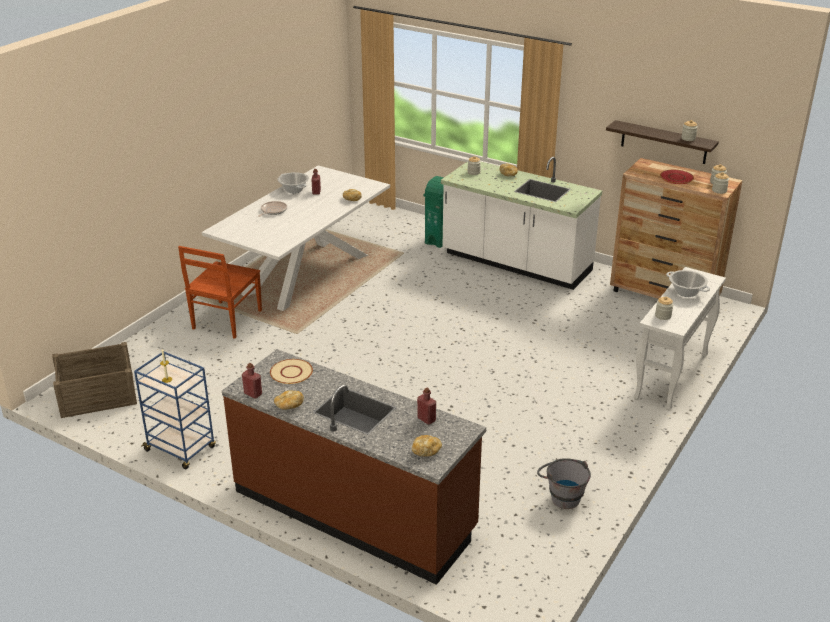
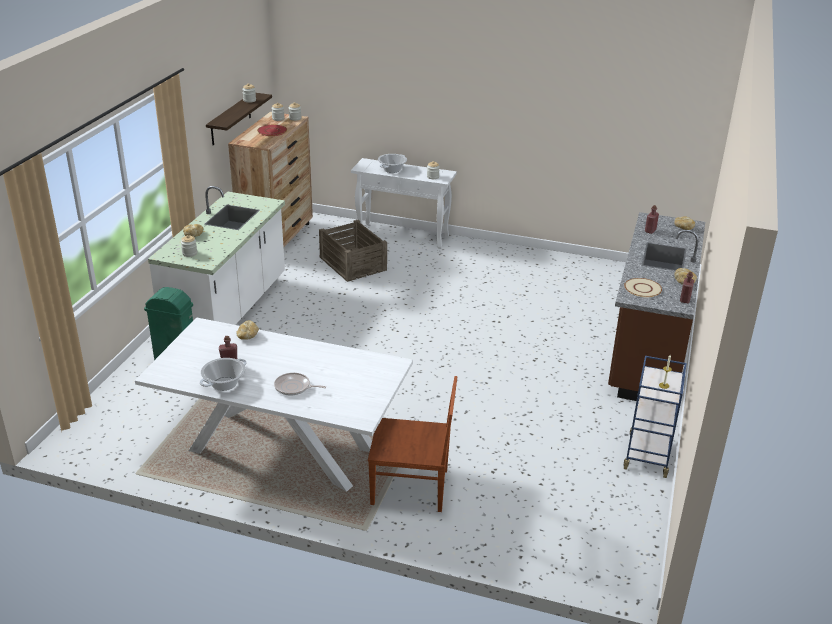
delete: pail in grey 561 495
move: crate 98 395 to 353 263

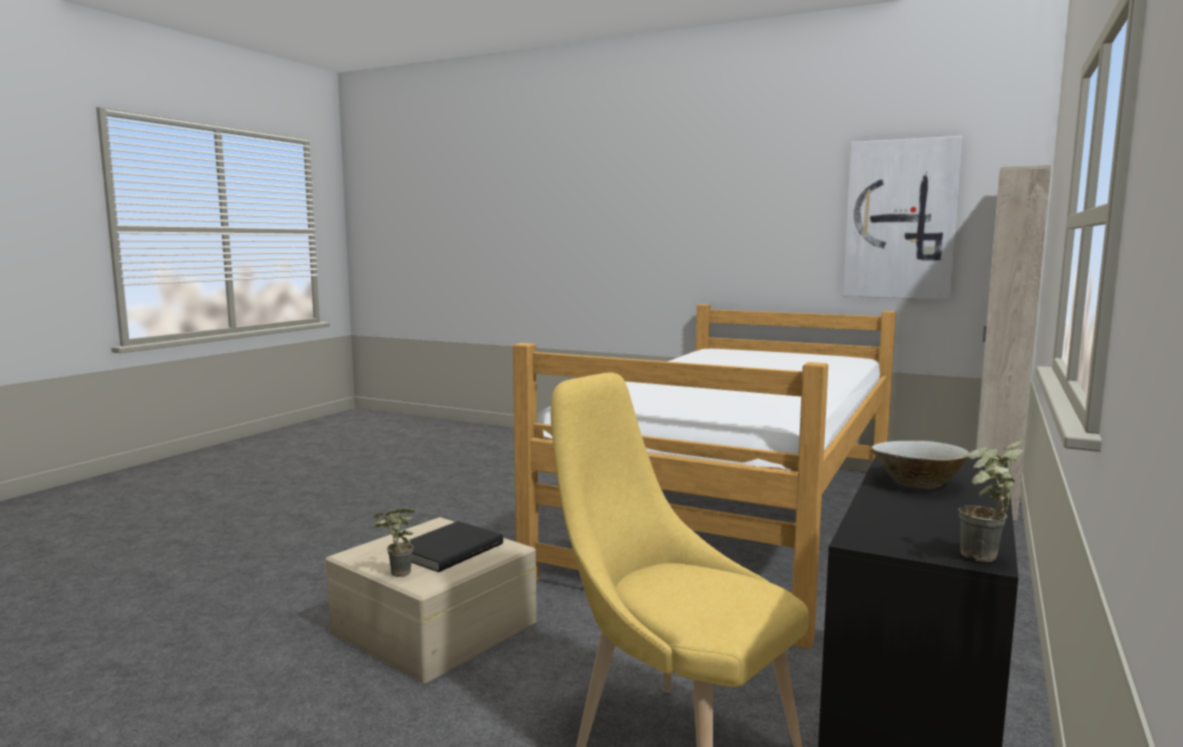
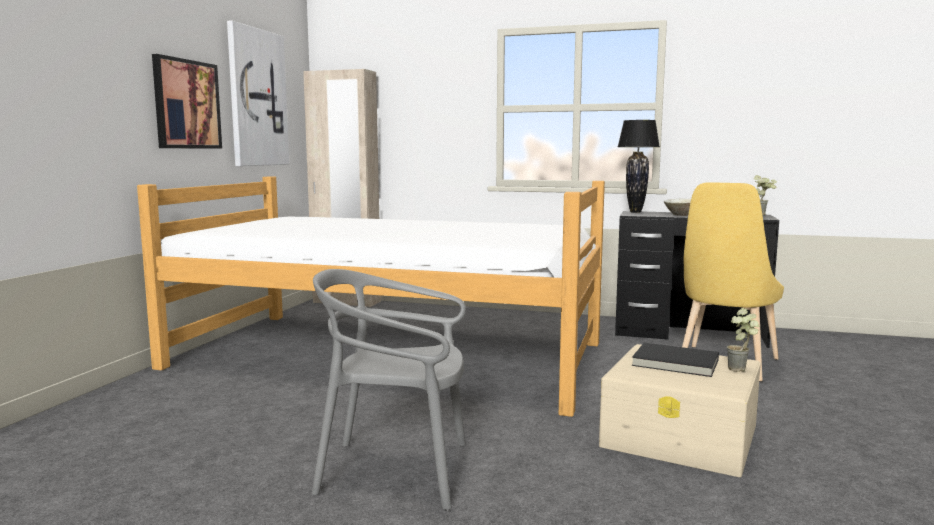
insert: wall art 186 104; chair in grey 396 471; tabletop lamp in blackish 635 212

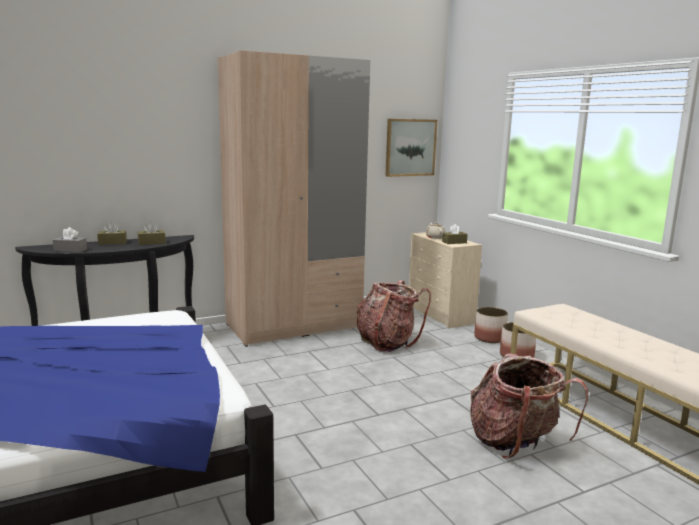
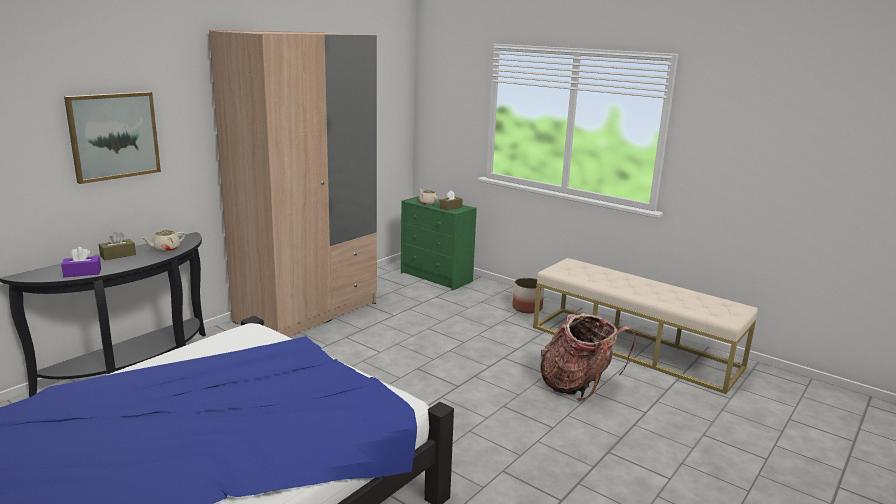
delete: rucksack 387 342; planter 490 338
move: wall art 410 147 to 113 136
replace: tissue box in brownish 151 242 to tea pot in beige-coloured 165 249
recolor: tissue box in grey 70 250 to tissue box in purplish 82 273; chest of drawers in beige-coloured 441 315 to chest of drawers in greenish 437 277

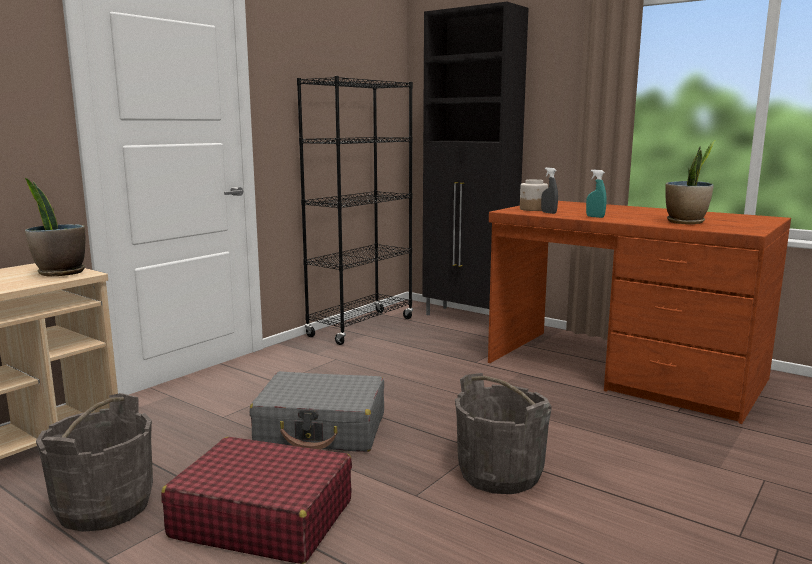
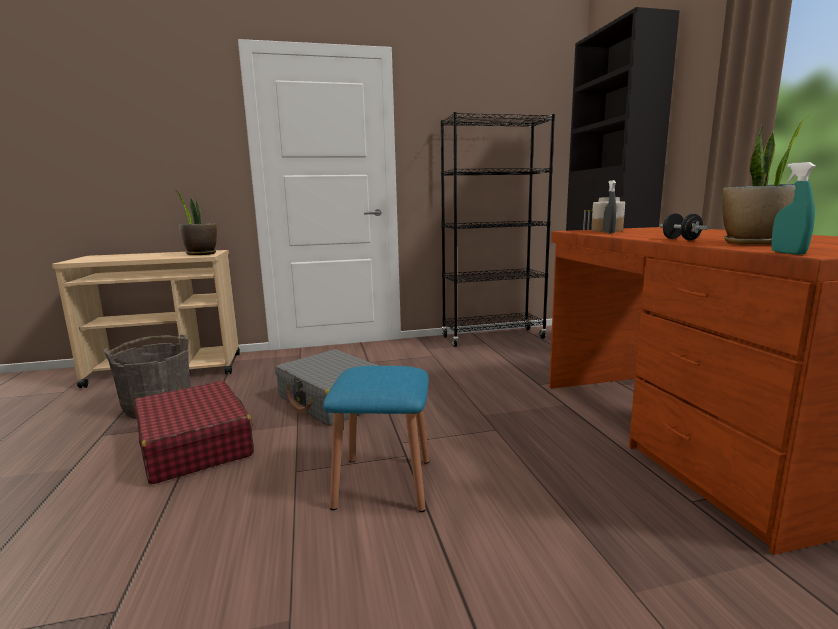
insert: free weight in blackish 681 239
move: sprayer in turquoise-coloured 595 217 to 788 253
replace: pail in grey 500 473 to sitting stool in bluish 383 483

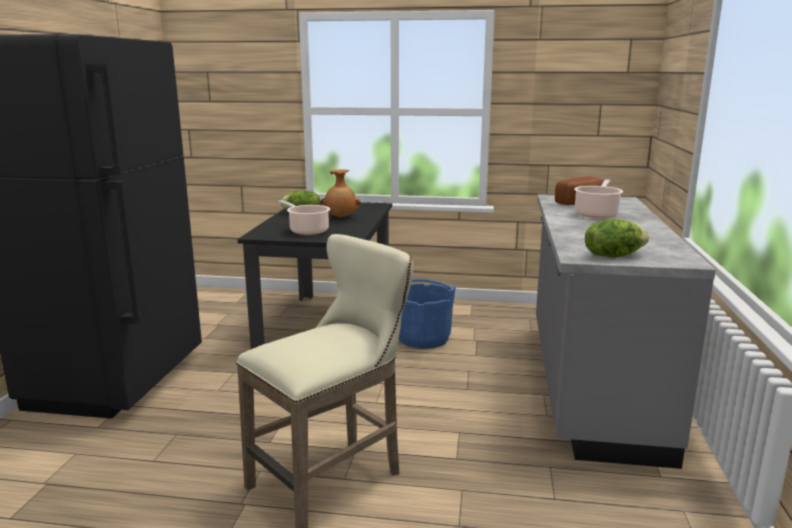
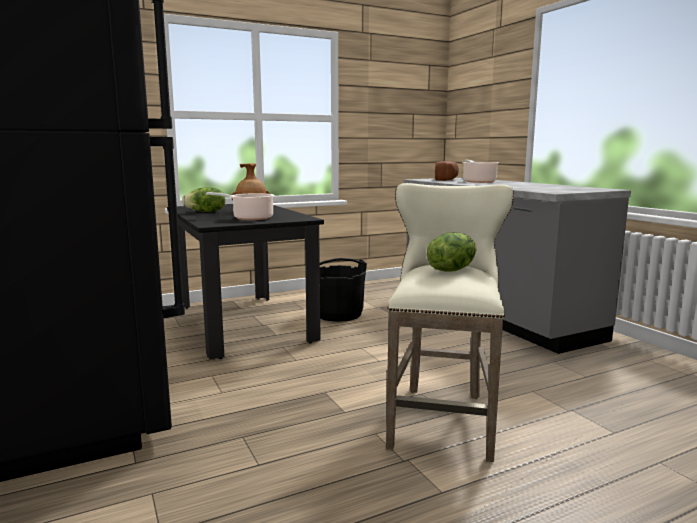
move: head of lettuce 613 255 to 451 270
recolor: pail in bluish 423 338 to pail in blackish 338 314

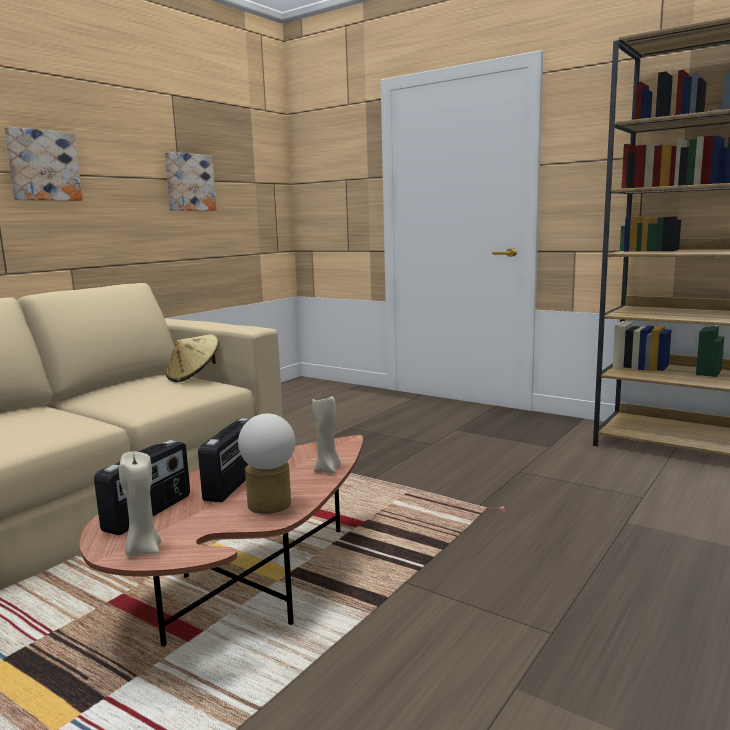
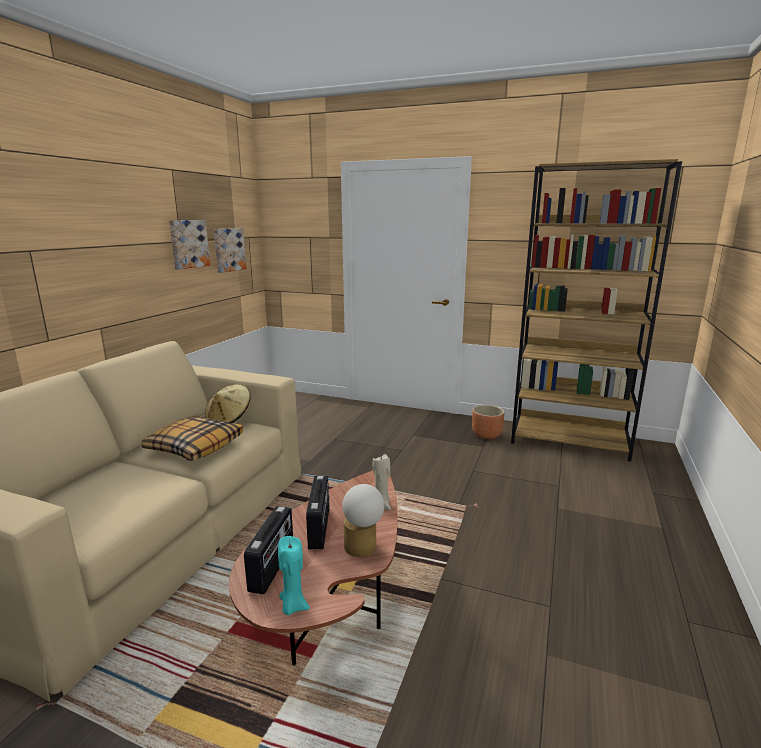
insert: cushion 195 446; planter in brownish 486 435
move: wall art 43 166 to 228 249
recolor: candle in beige-coloured 143 550 to candle in turquoise-coloured 293 606

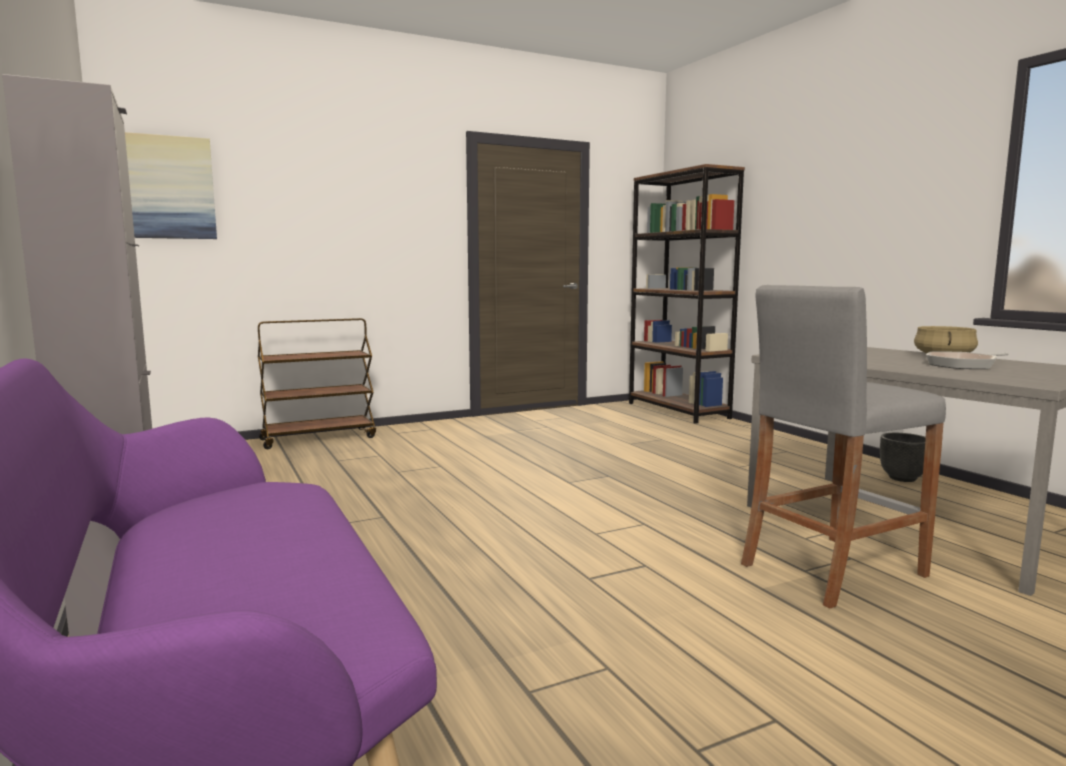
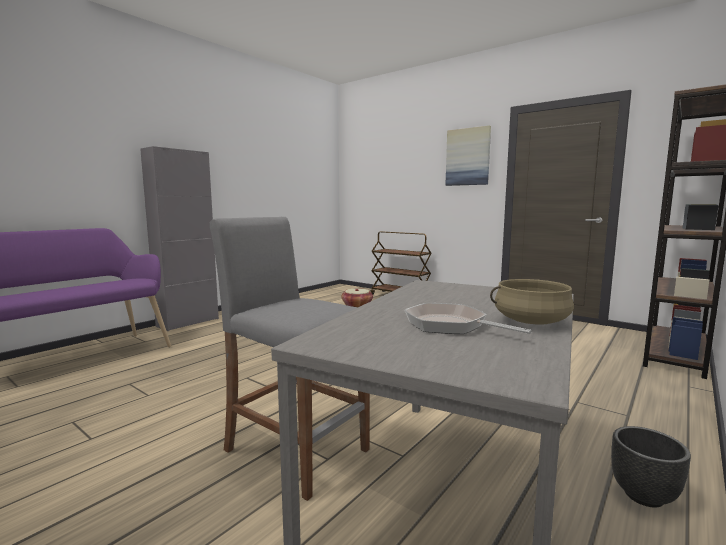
insert: household basket 357 306
move: wall art 169 188 to 468 157

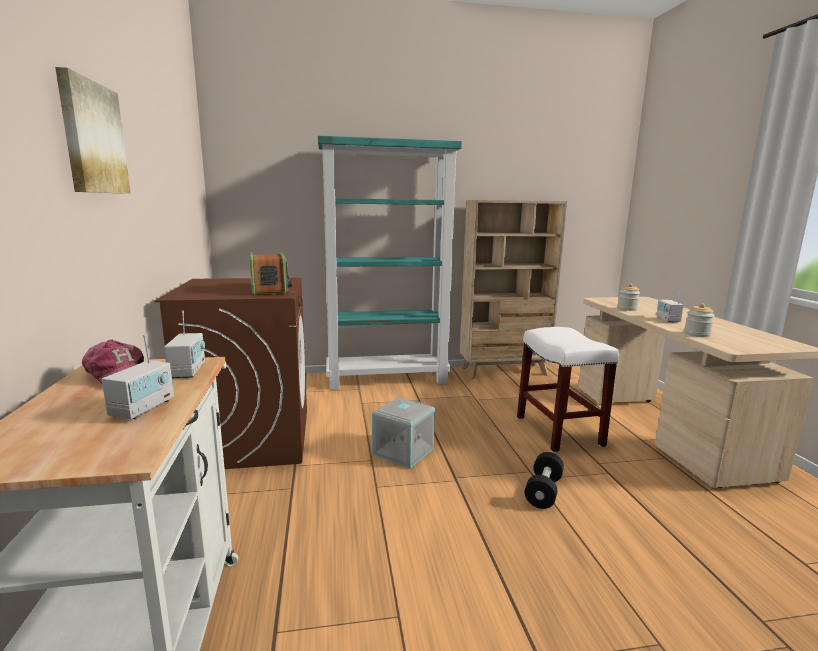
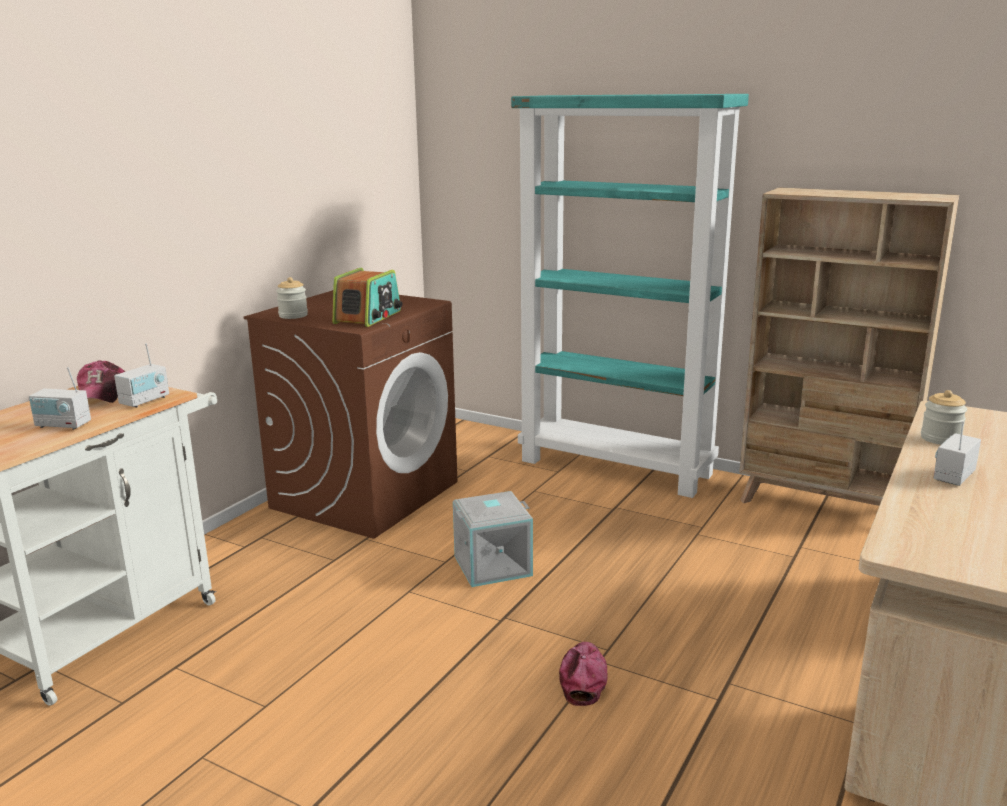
delete: wall art 92 138; sitting stool in whitish 557 431
move: storage jar 696 334 to 293 315
replace: free weight in blackish 543 491 to cap 583 678
rotate: radio 143 408 = 63 425 45 degrees clockwise

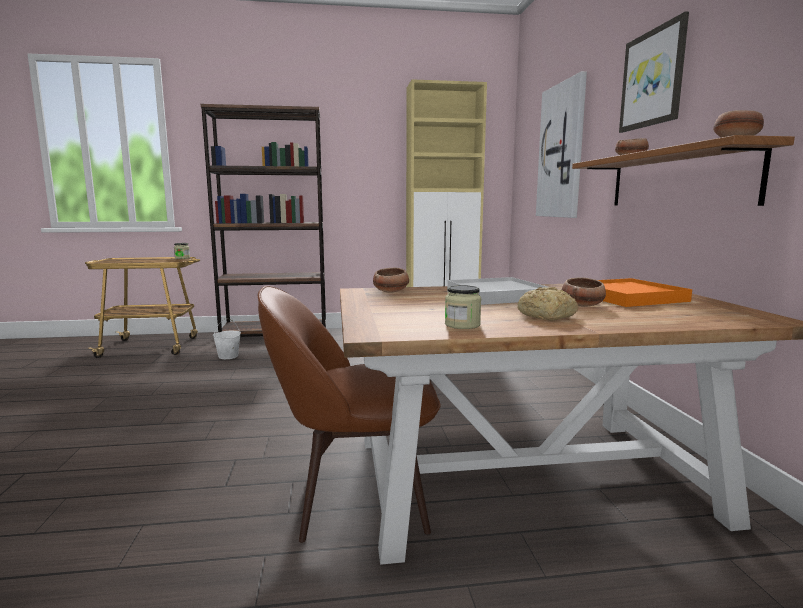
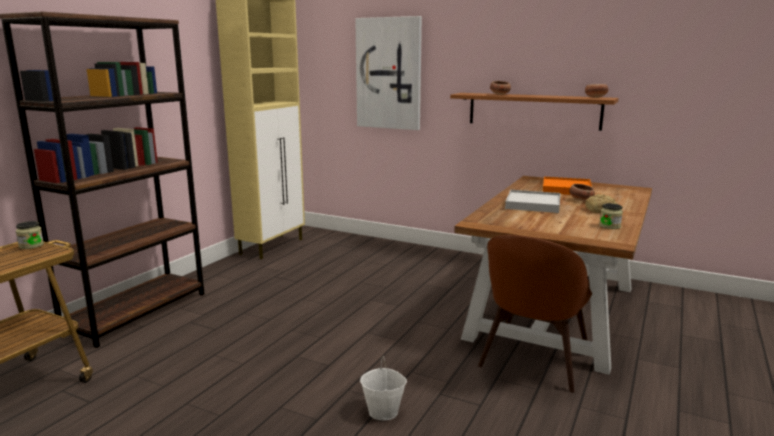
delete: bowl 391 291; wall art 653 78
move: pail in whitish 228 356 to 383 411

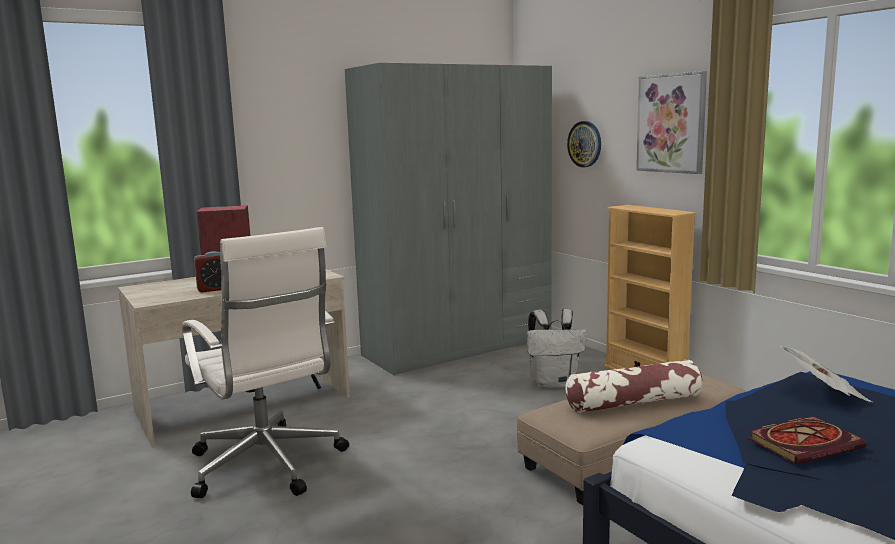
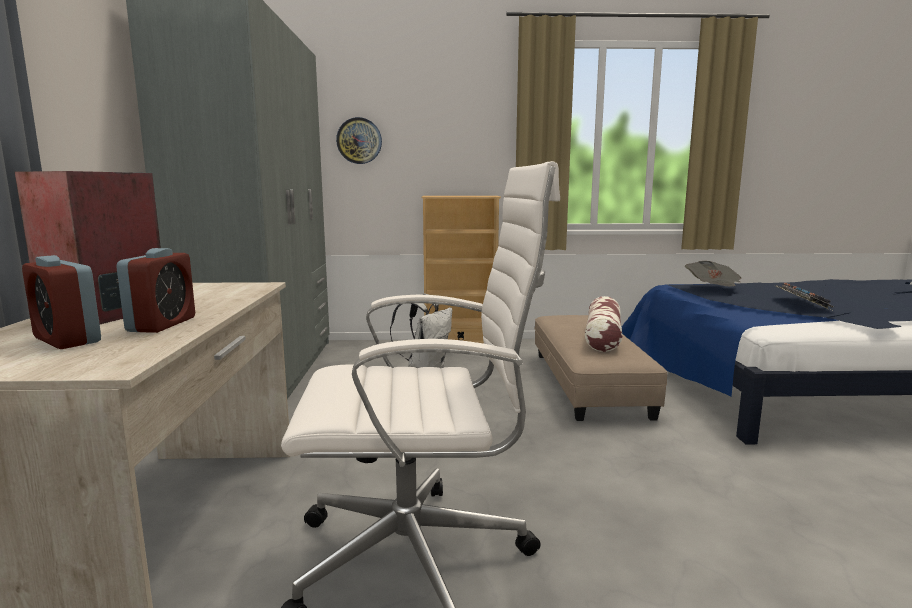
delete: wall art 671 123
insert: alarm clock 67 340
replace: bound book 805 443 to PC keyboard 799 303

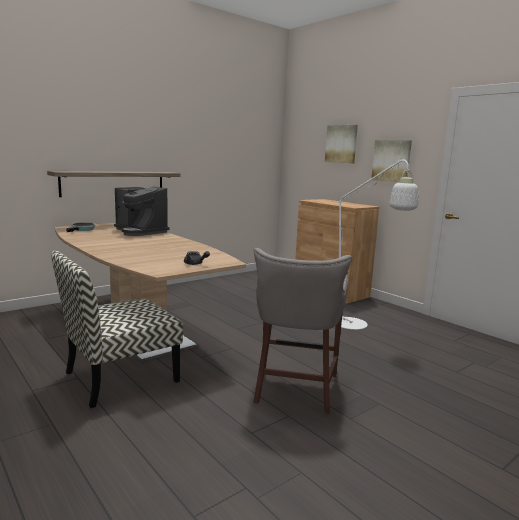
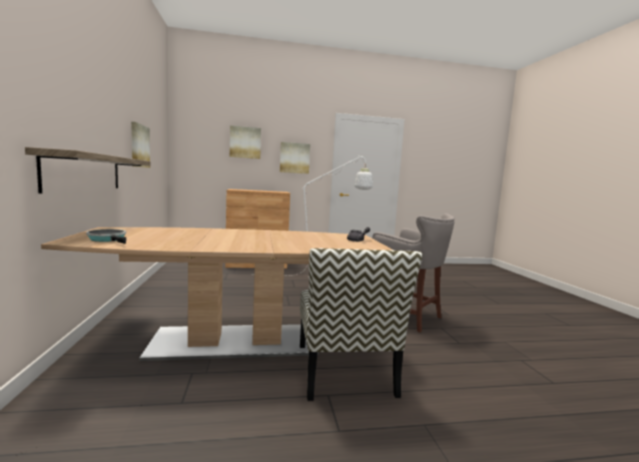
delete: coffee machine 140 231
insert: wall art 139 146

